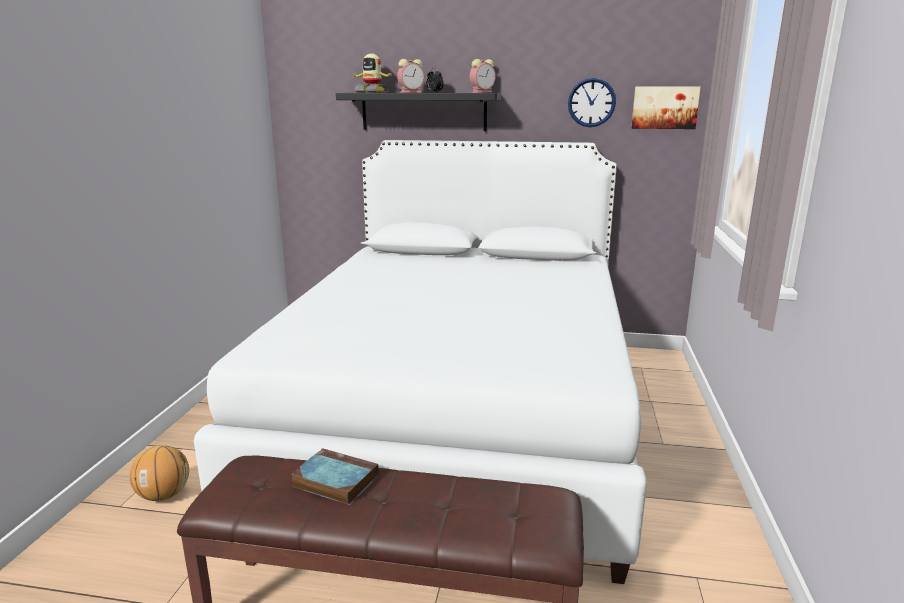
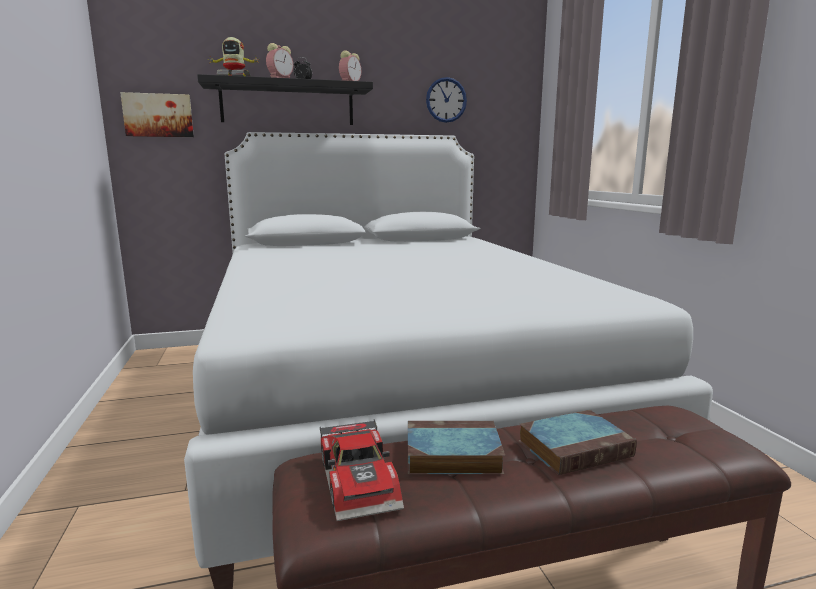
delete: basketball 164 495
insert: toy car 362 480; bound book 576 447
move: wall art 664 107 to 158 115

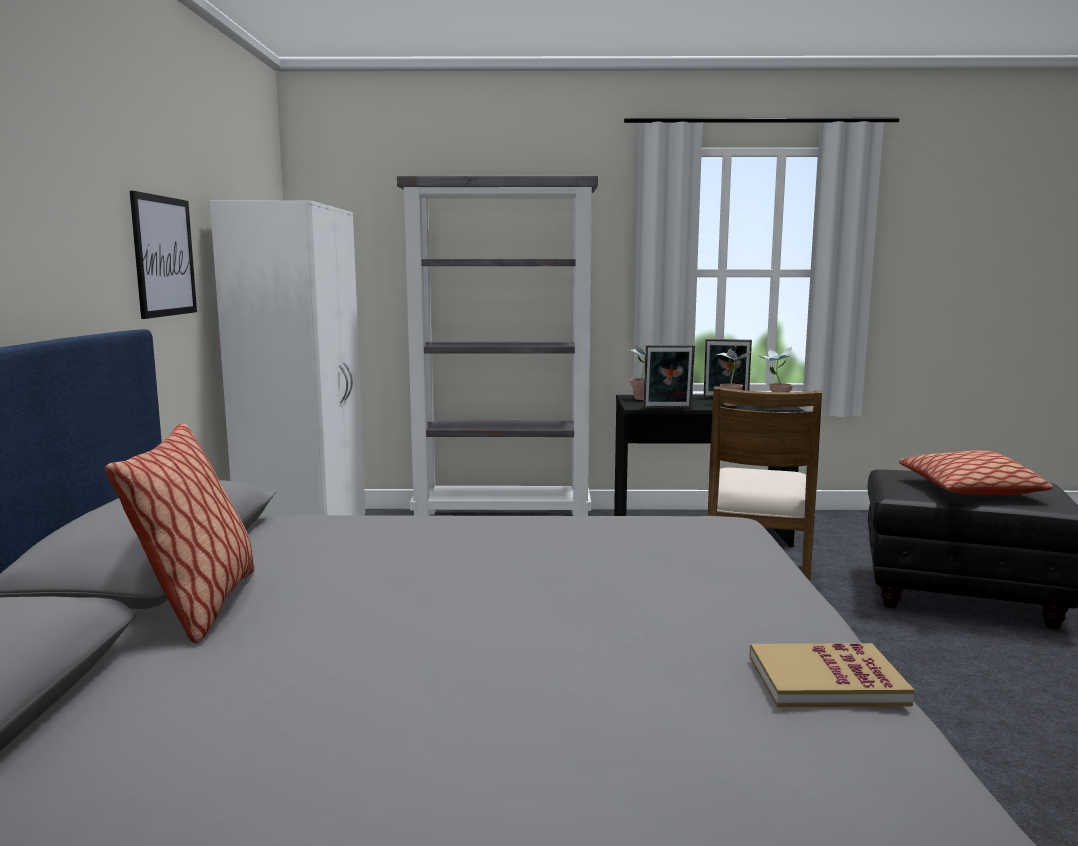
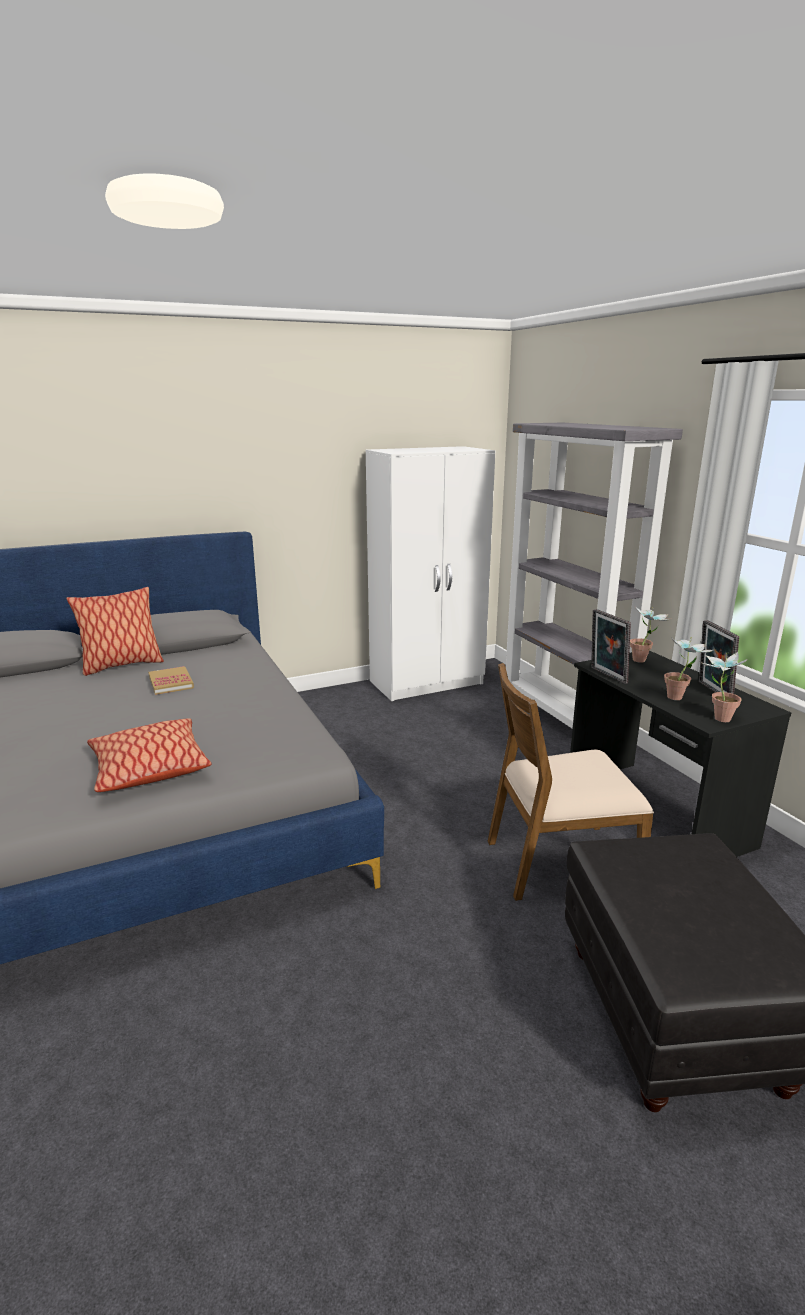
delete: wall art 164 256
move: bound book 826 680 to 171 682; cushion 970 490 to 149 768

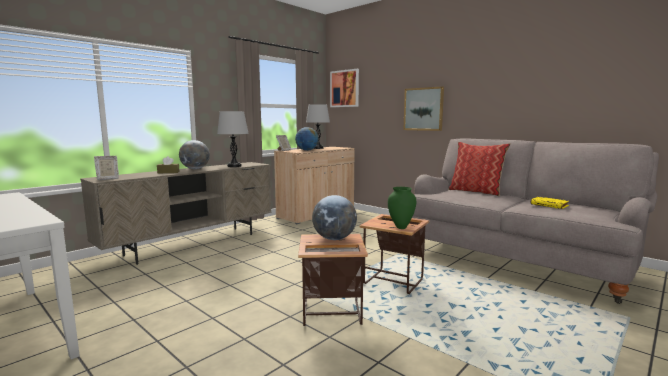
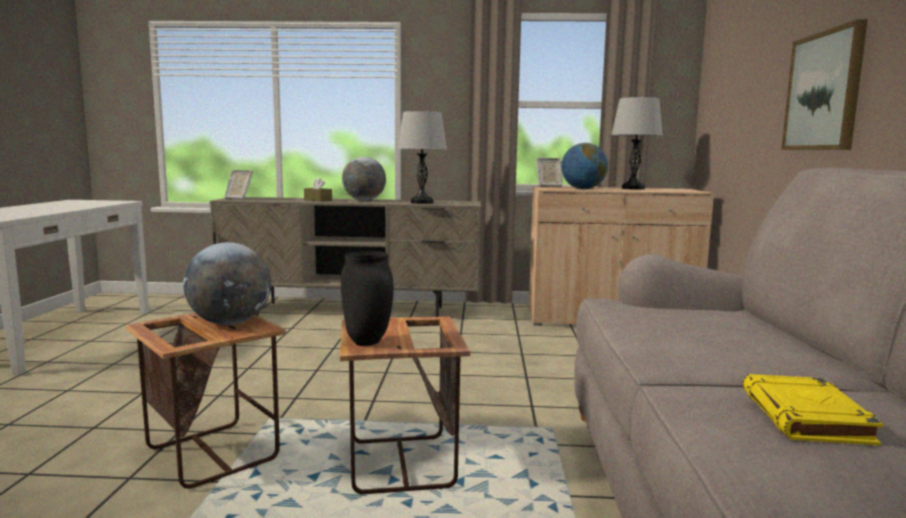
delete: wall art 344 88; cushion 476 192
recolor: vase in greenish 401 227 to vase in blackish 366 342

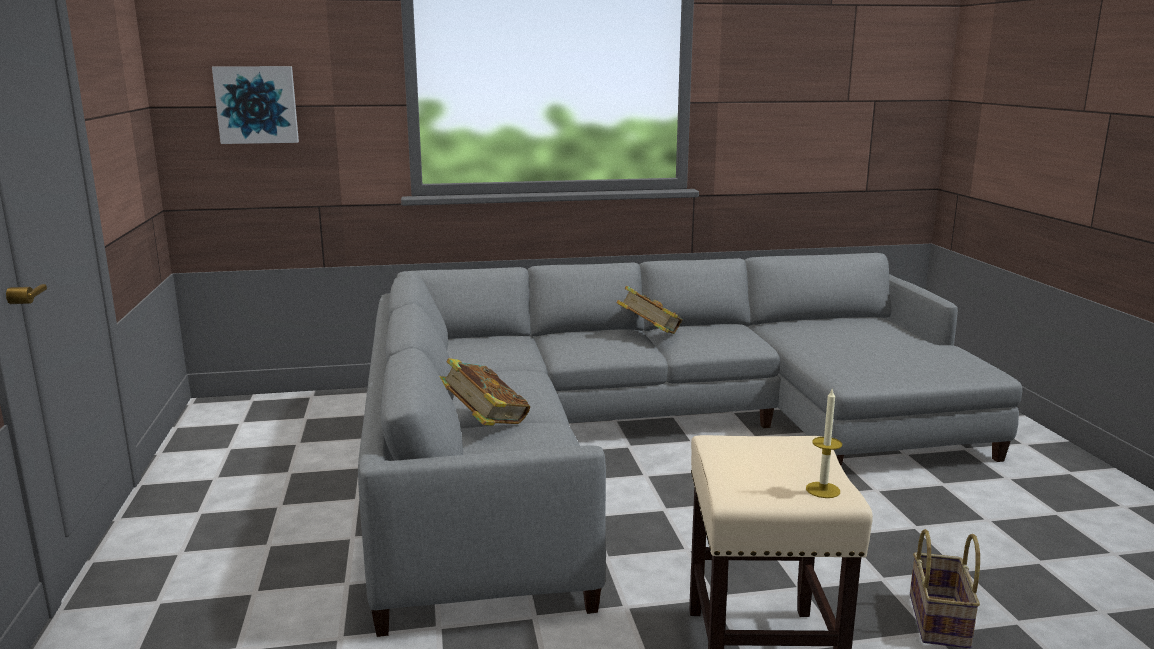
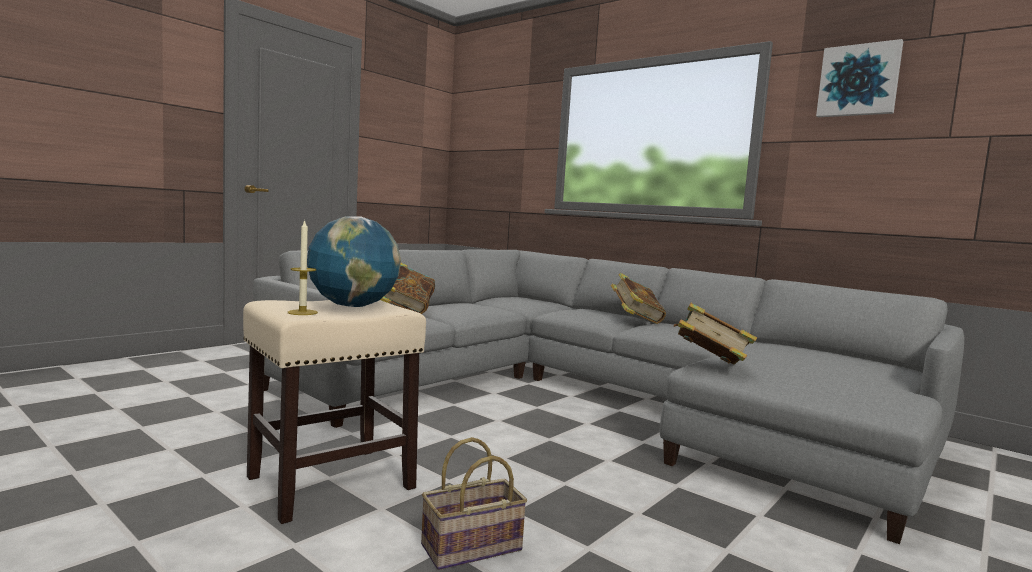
insert: desk globe 353 306; bound book 709 365
move: wall art 257 104 to 859 81

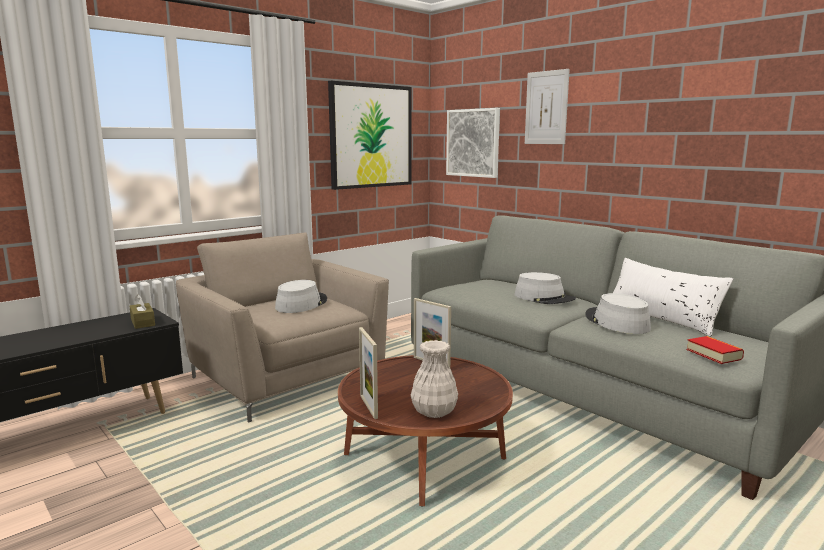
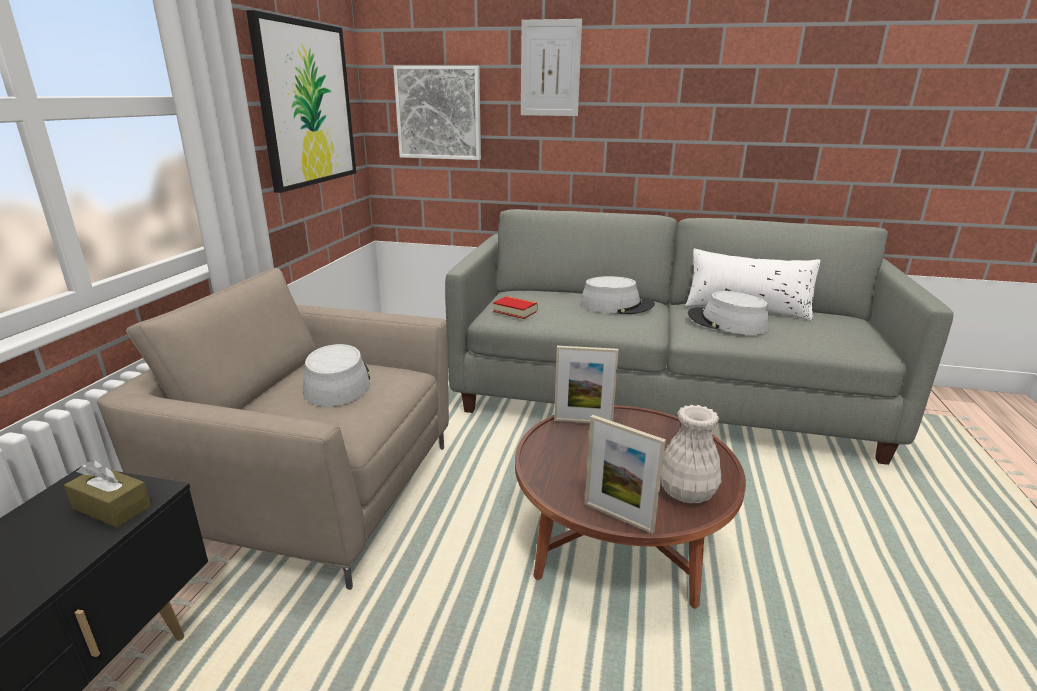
move: bound book 714 354 to 515 311

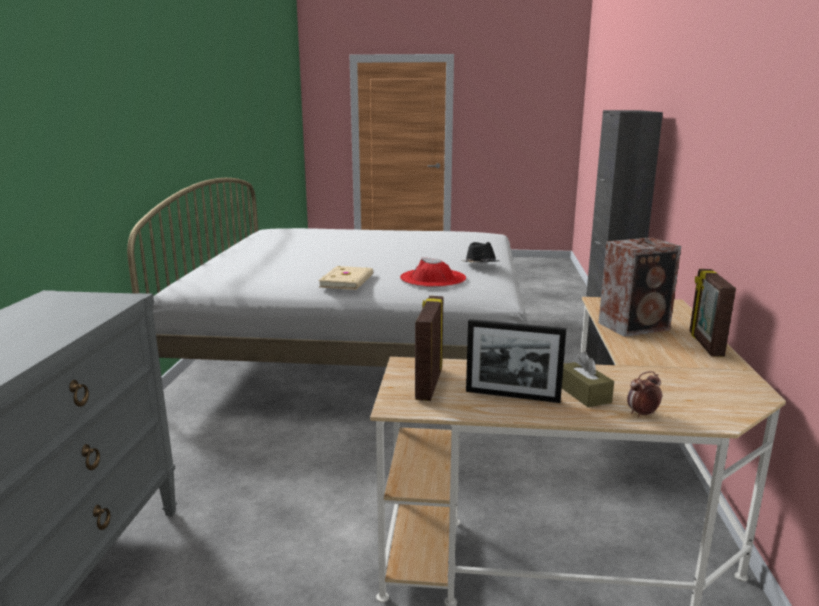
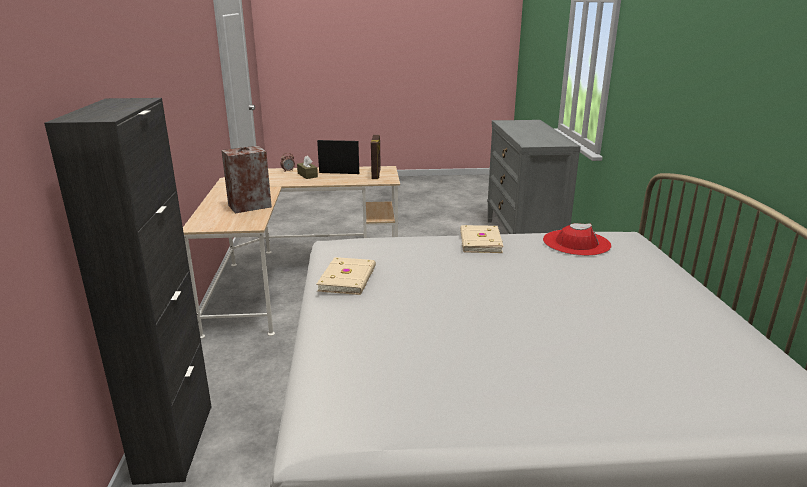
delete: picture frame 704 344
move: clothing hat in red-coloured 433 278 to 576 243
replace: clothing hat in blackish 480 265 to bound book in beige-coloured 349 279

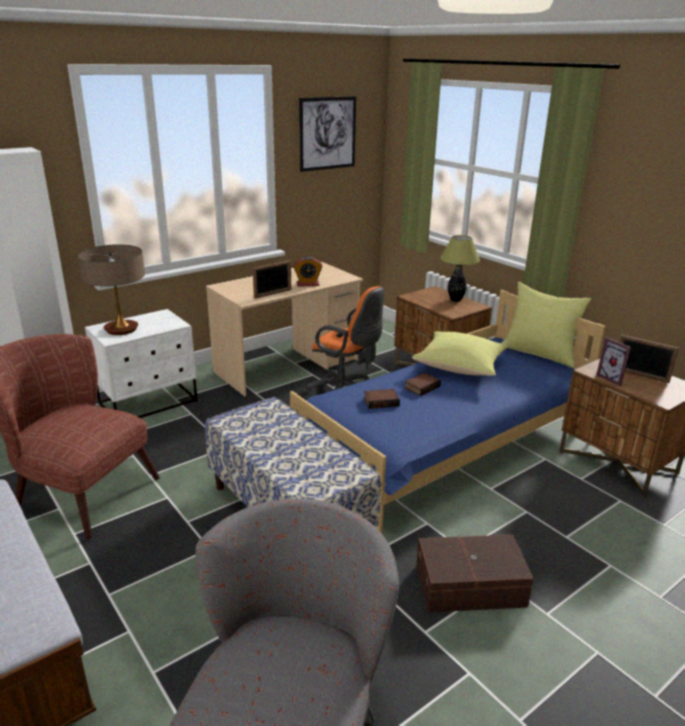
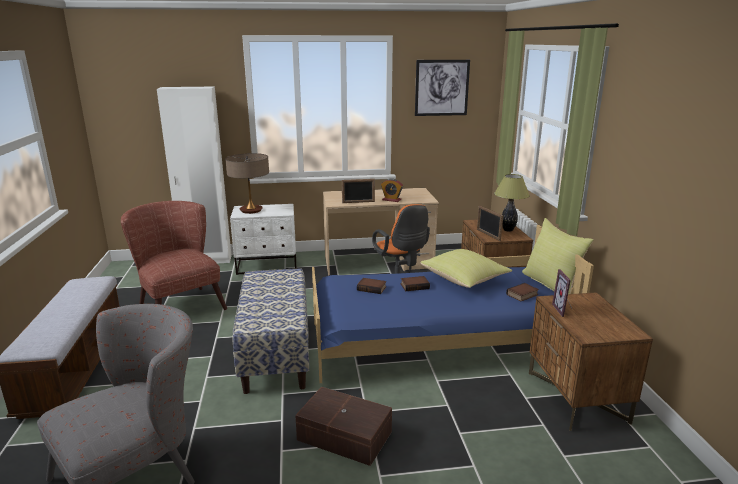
insert: bound book 522 295
move: picture frame 641 375 to 488 235

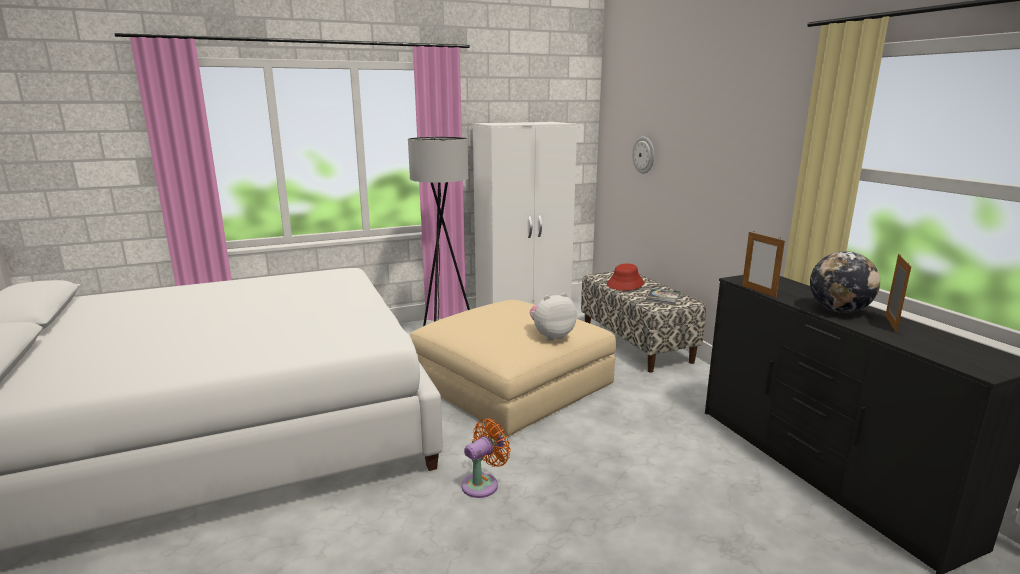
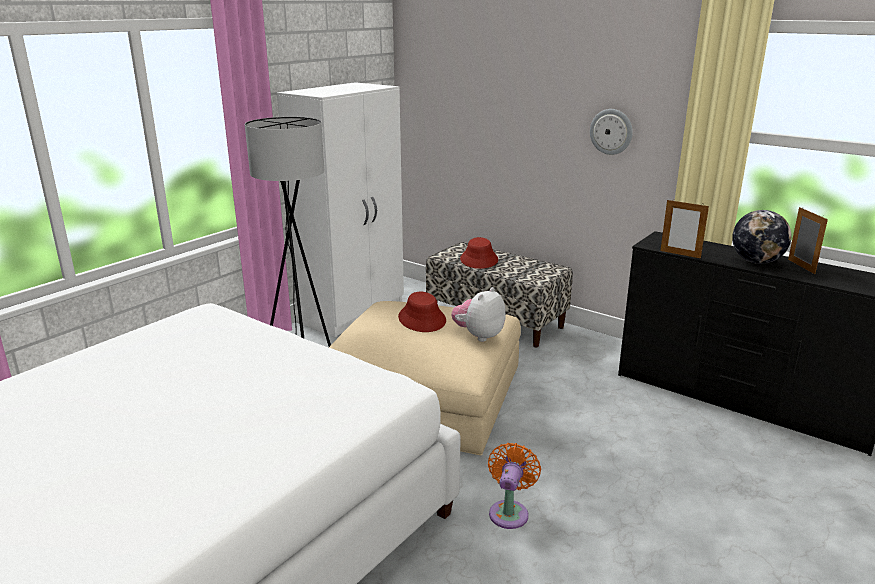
delete: bound book 663 297
insert: clothing hat in red-coloured 422 319
move: hanging clock 644 155 to 611 131

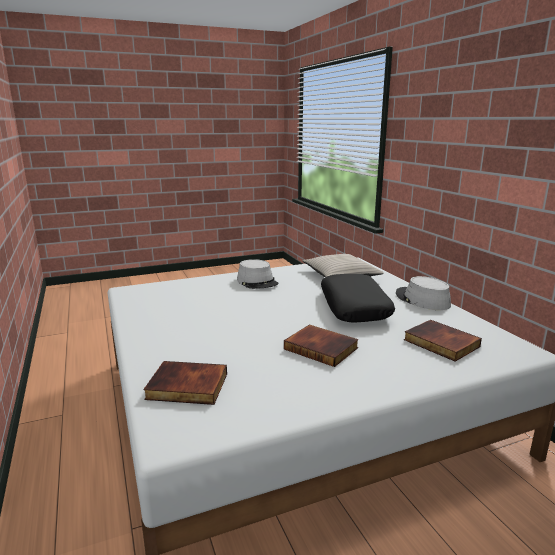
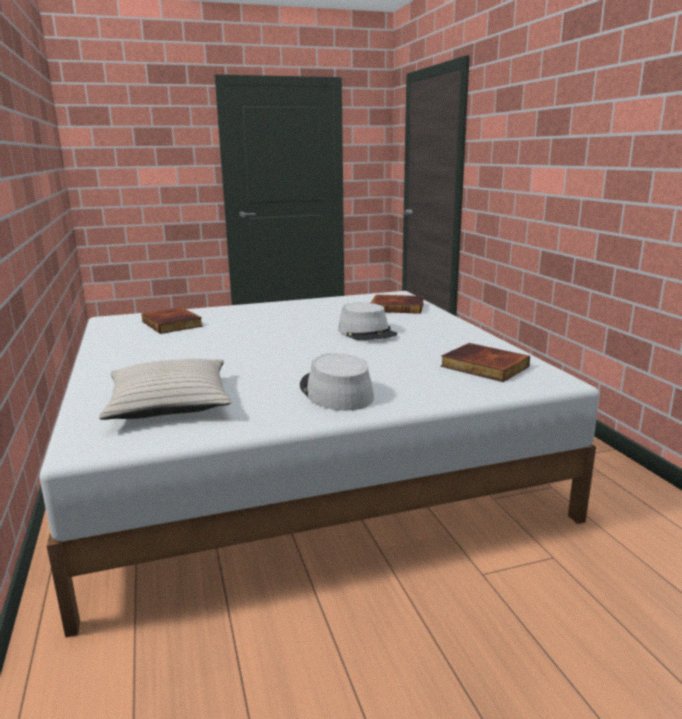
delete: cushion in blackish 355 307
move: bound book 322 348 to 483 366; clothing hat in grey 422 299 to 367 332

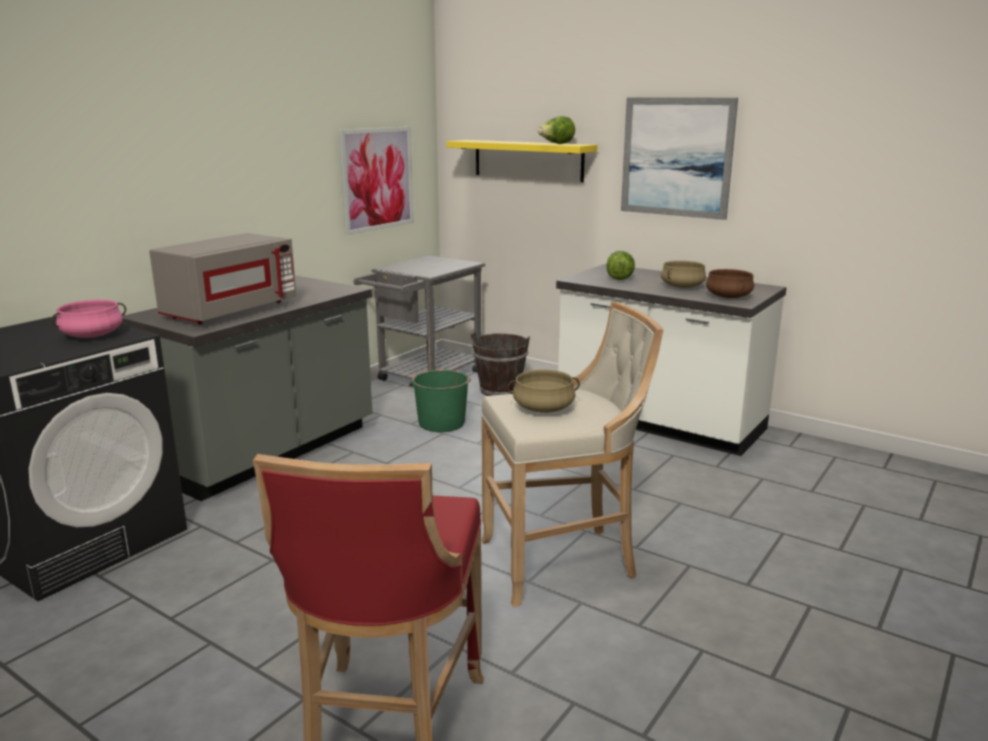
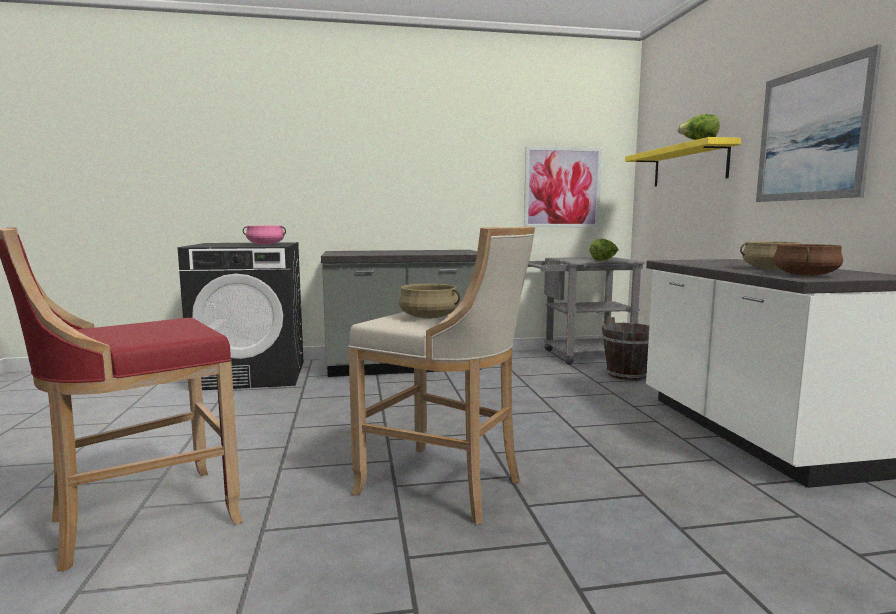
delete: microwave in grey 230 311; pail in greenish 441 423
move: head of lettuce 620 278 to 603 260

